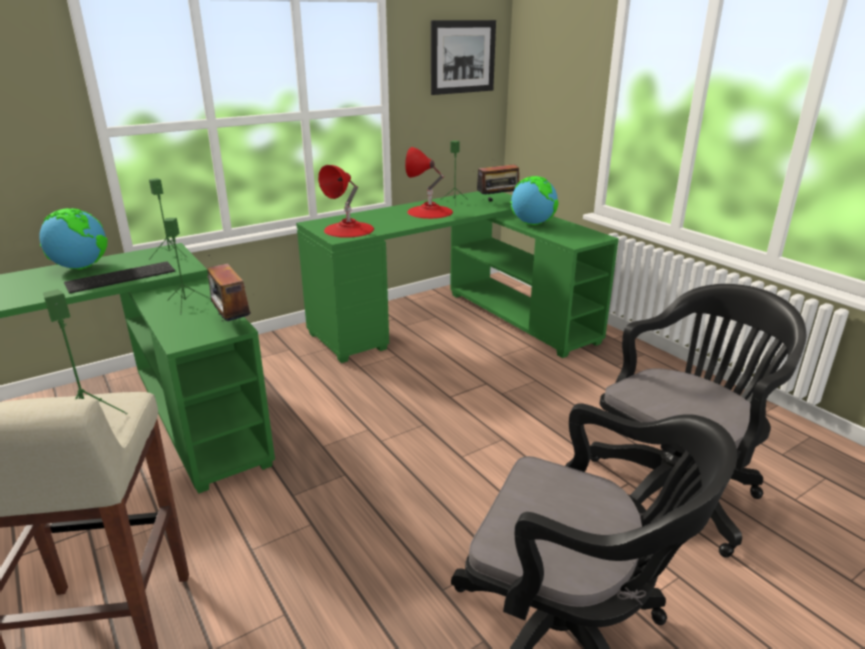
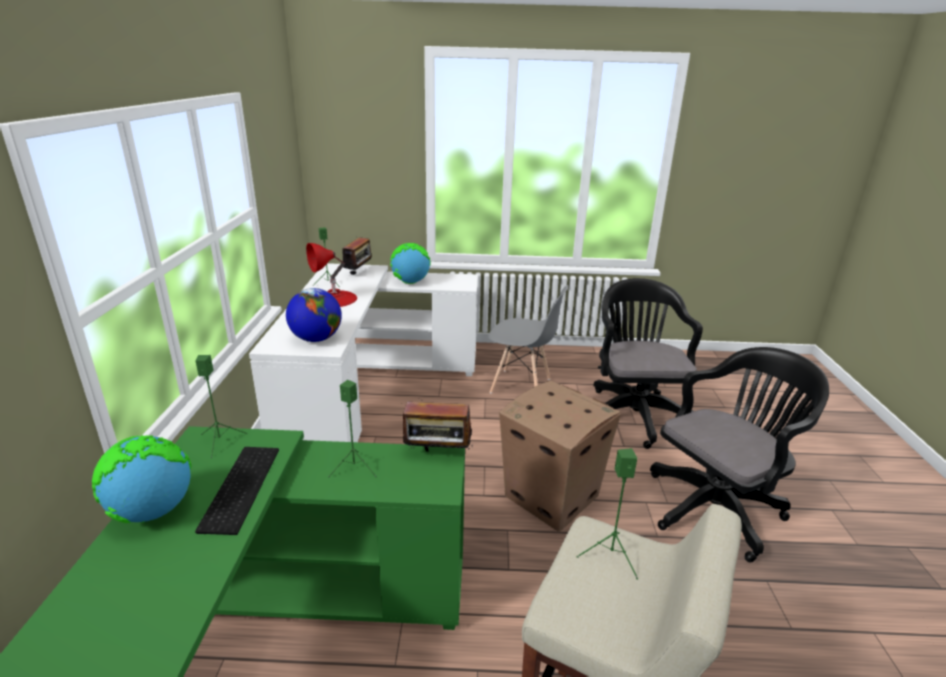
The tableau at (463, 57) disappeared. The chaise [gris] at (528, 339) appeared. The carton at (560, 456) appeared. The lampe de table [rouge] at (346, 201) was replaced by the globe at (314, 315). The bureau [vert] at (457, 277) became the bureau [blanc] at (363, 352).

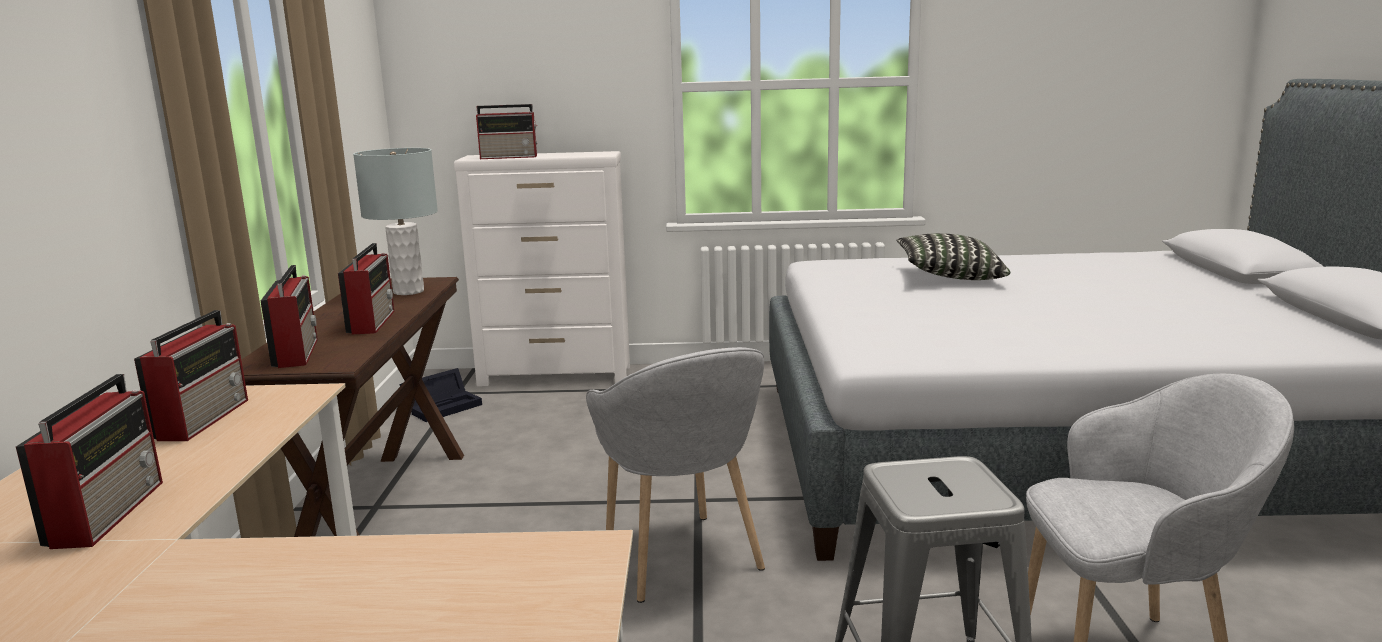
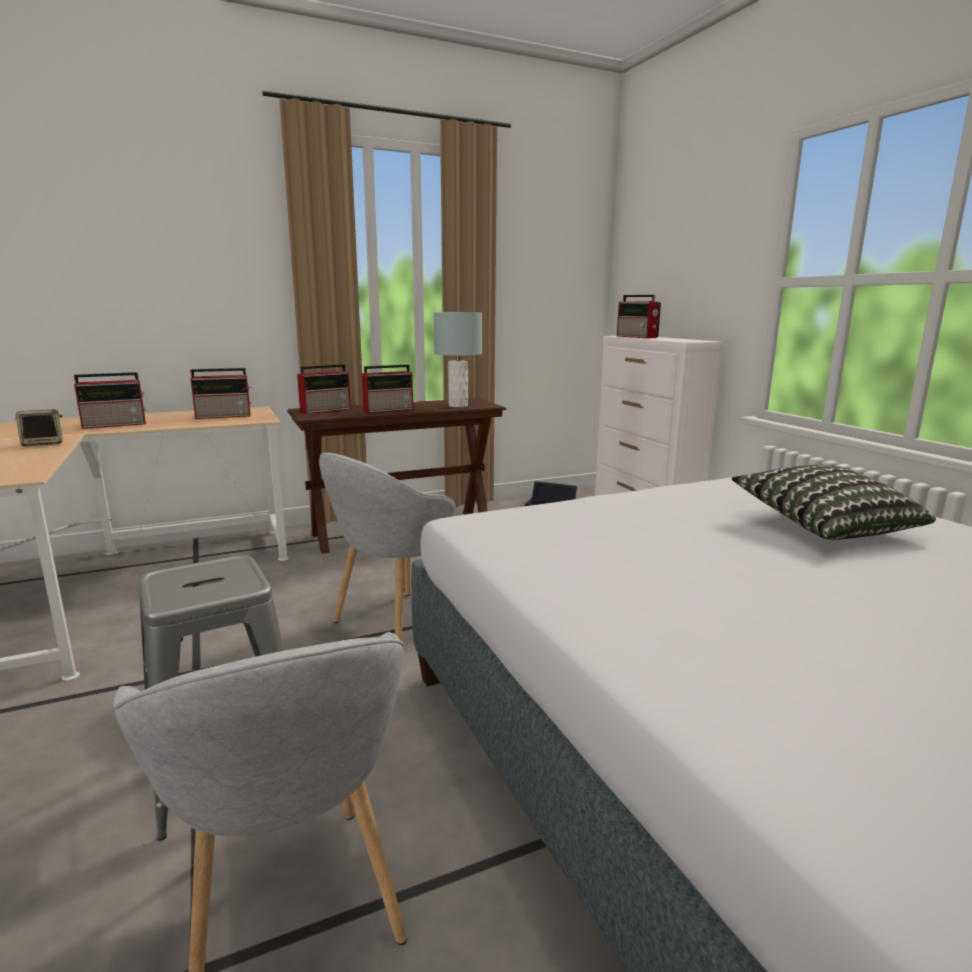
The enceinte at (39, 427) appeared.

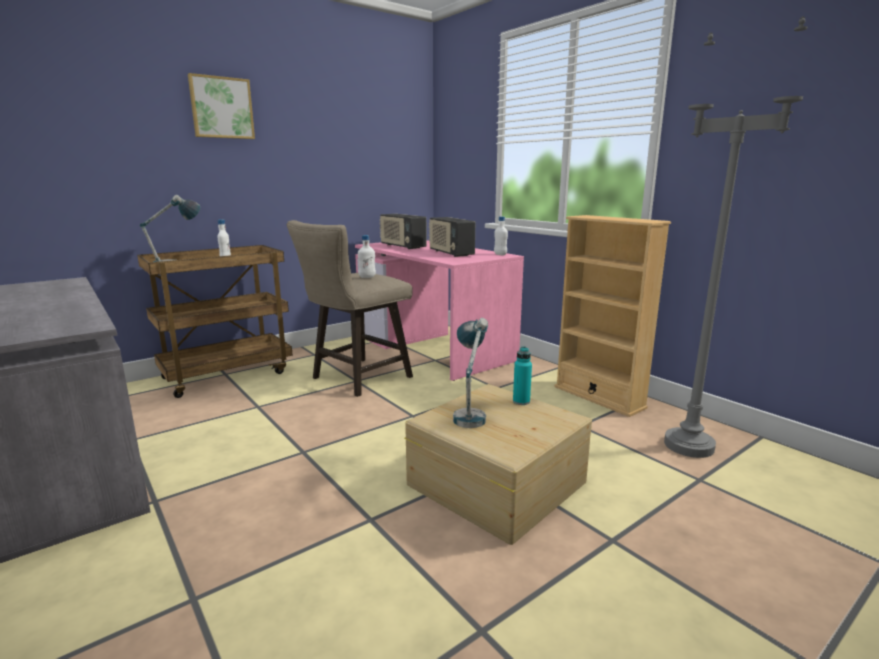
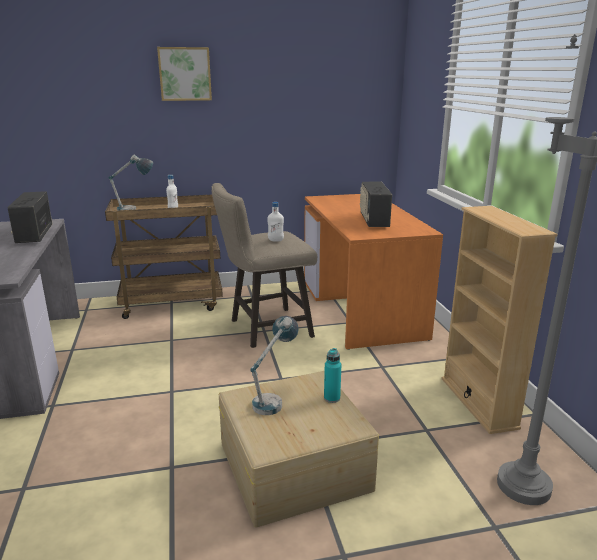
The bouteille [blanc] at (501, 235) disappeared. The radio moved from (403, 231) to (30, 217). The bureau [rose] at (439, 311) became the bureau [orange] at (373, 272).

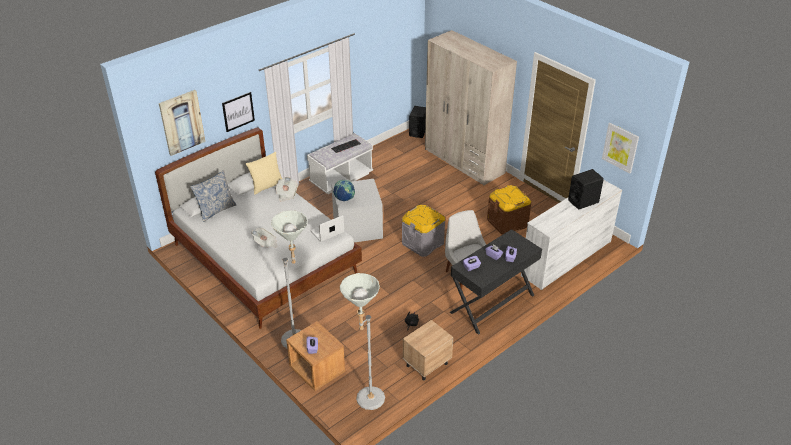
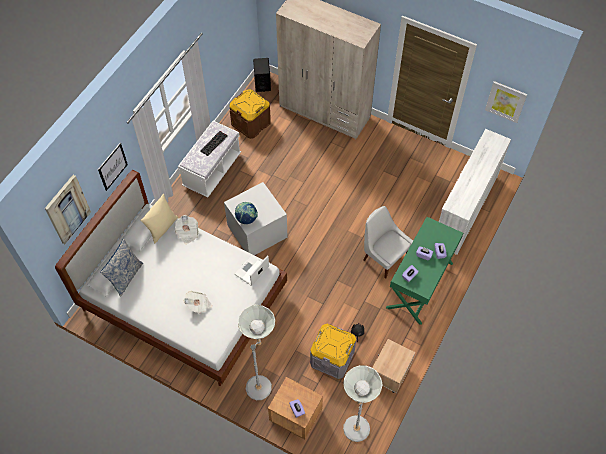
The enceinte [noir] at (586, 189) disappeared. The boîte de rangement [gris] moved from (423, 231) to (333, 351). The boîte de rangement [marron] moved from (509, 210) to (250, 114). The bureau [noir] at (496, 282) became the bureau [vert] at (424, 271).

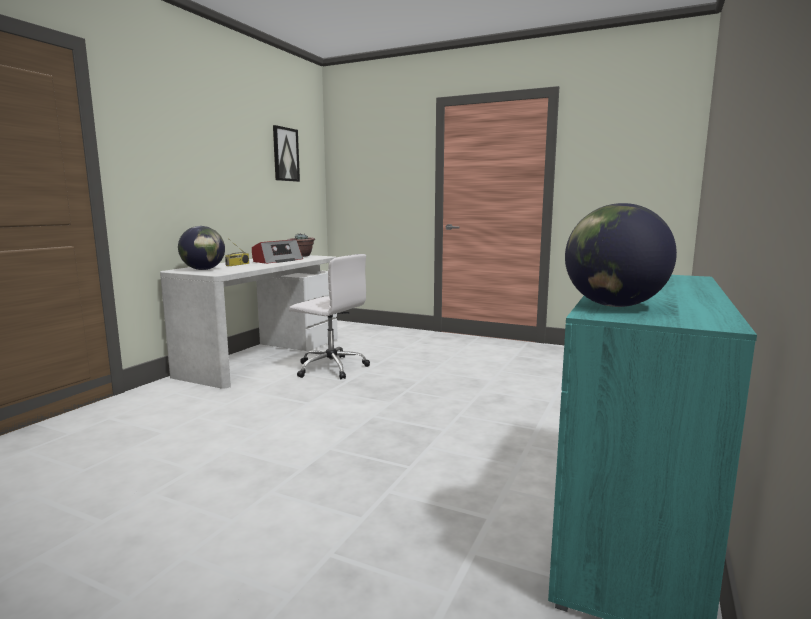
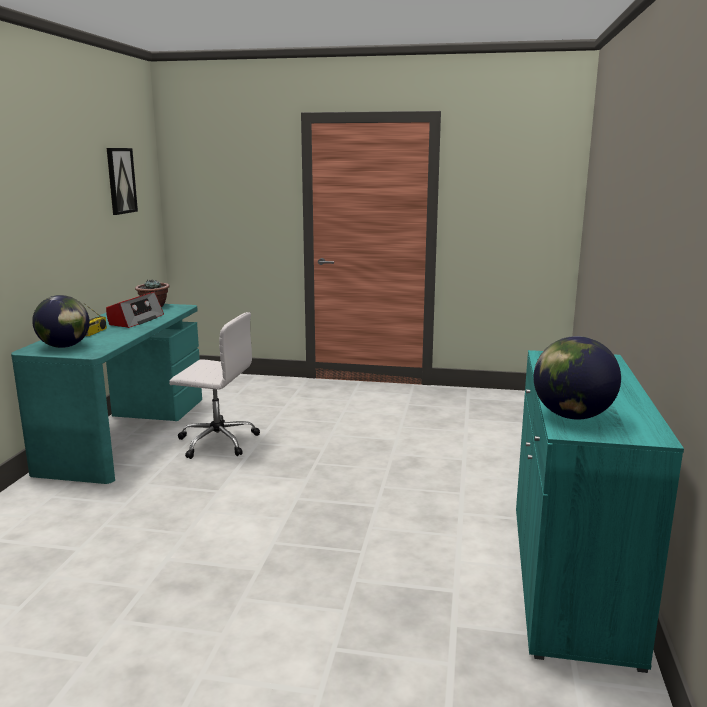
The bureau [blanc] at (249, 322) became the bureau [turquoise] at (106, 394).

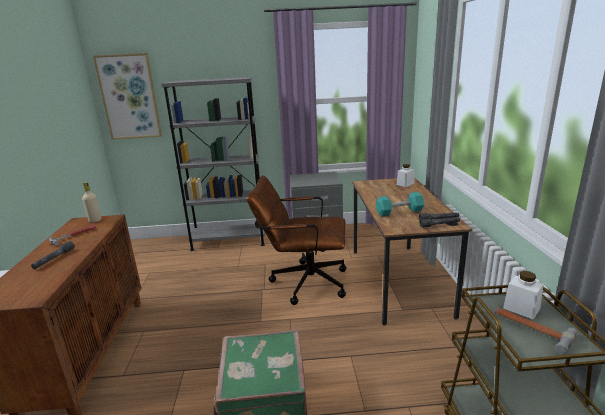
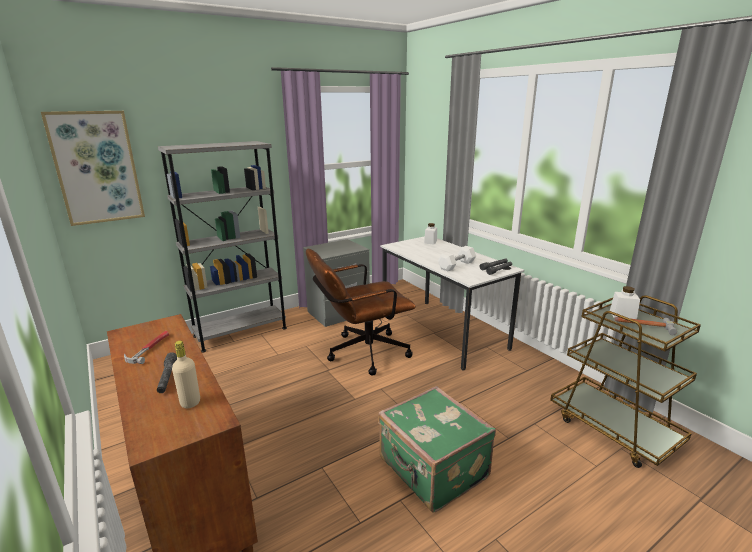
The bouteille [beige] moved from (91, 202) to (186, 374). The bureau [marron] at (412, 251) became the bureau [blanc] at (452, 303). The haltère [turquoise] at (400, 204) became the haltère [blanc] at (457, 258).

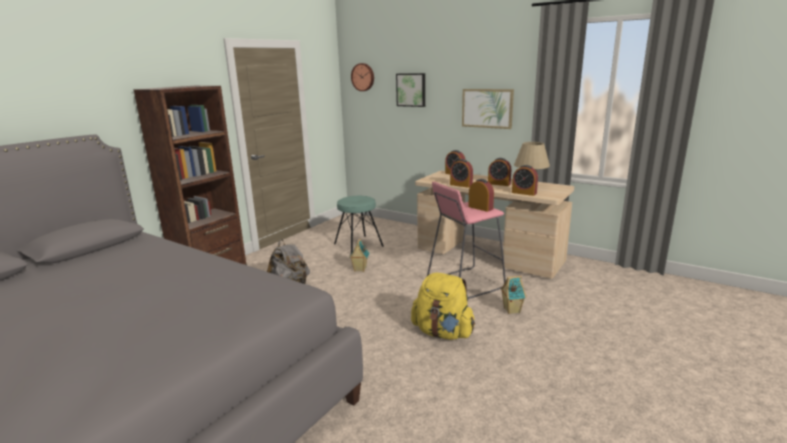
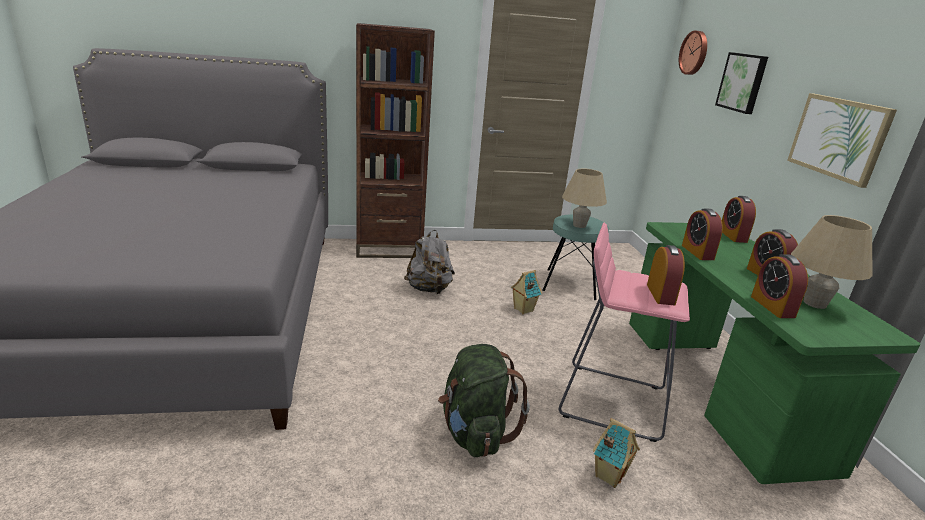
The lampe de table [beige] at (584, 198) appeared. The sac à dos [jaune] at (443, 306) became the sac à dos [vert] at (484, 400). The bureau [beige] at (494, 225) became the bureau [vert] at (775, 353).

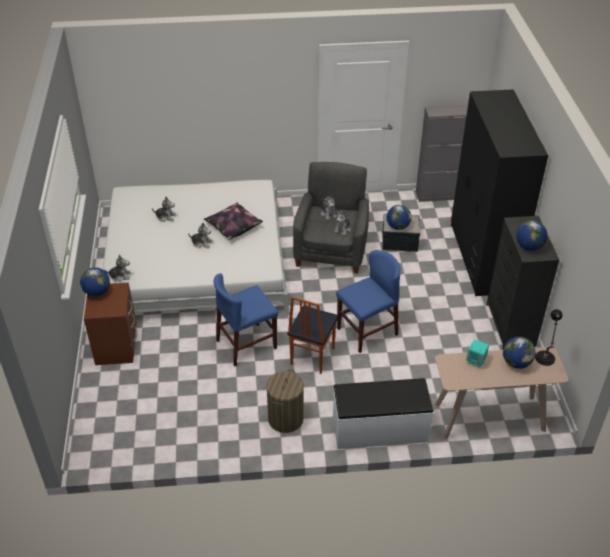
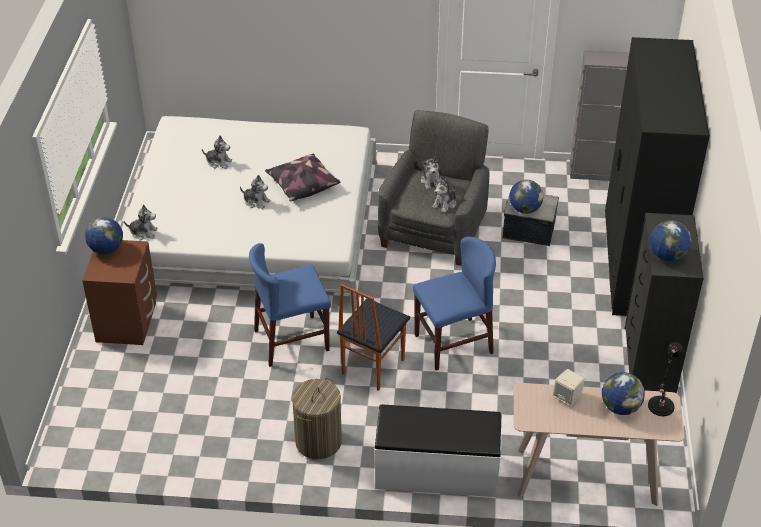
The enceinte [turquoise] at (477, 353) became the enceinte [beige] at (569, 388).

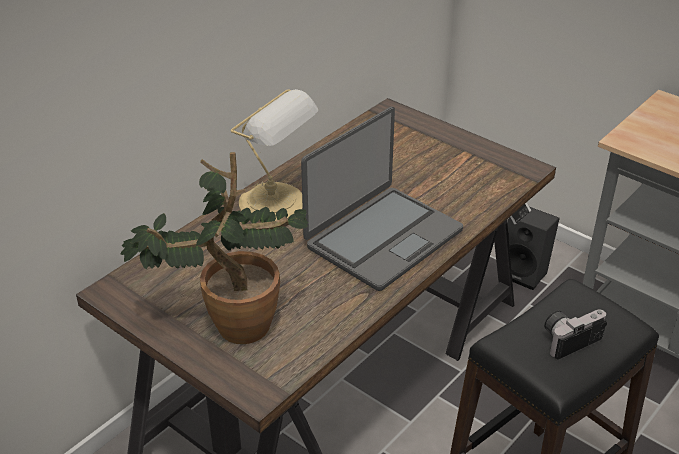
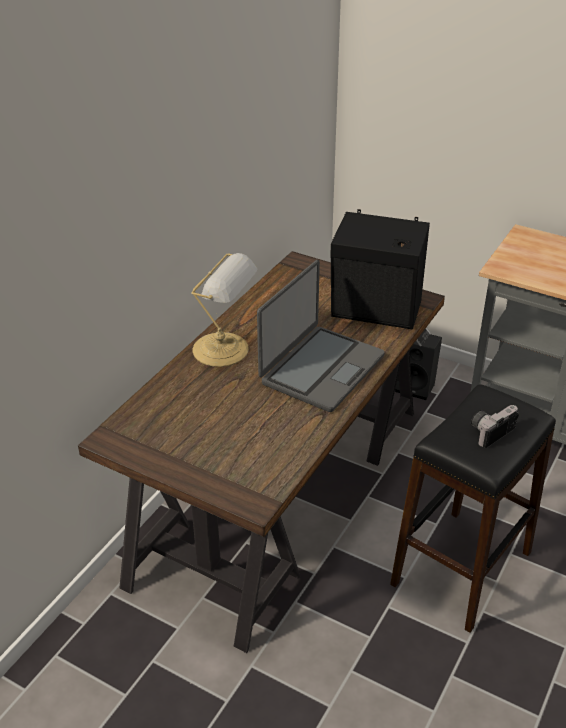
The plante en pot at (214, 248) disappeared. The enceinte [noir] at (380, 269) appeared.

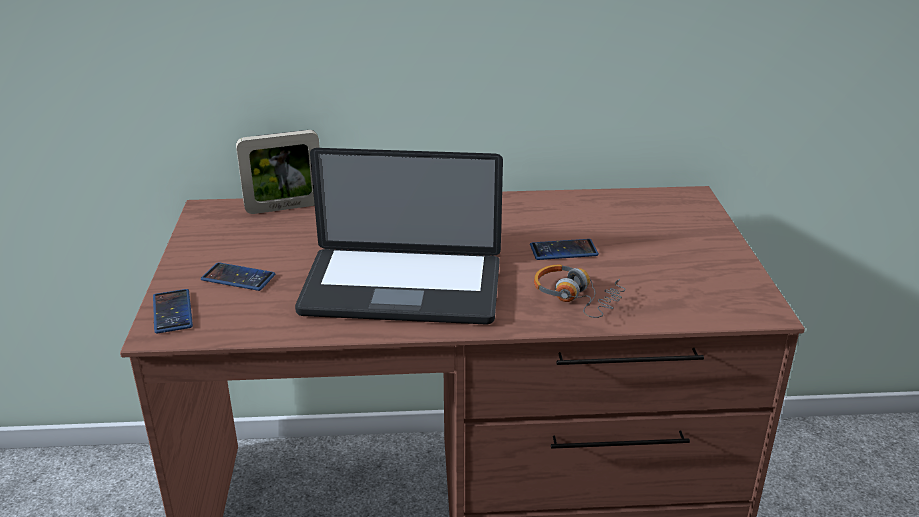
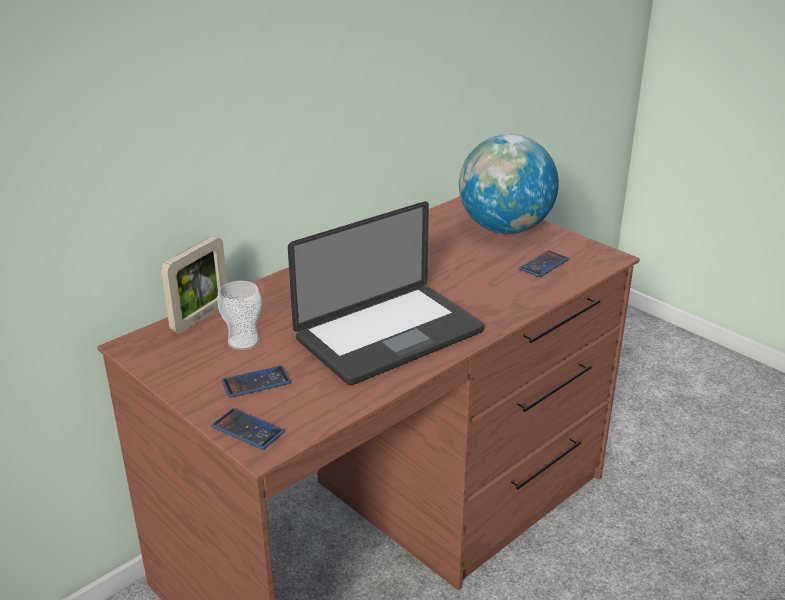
The casque audio at (579, 291) disappeared. The tasse at (239, 315) appeared. The globe at (509, 184) appeared. The téléphone moved from (564, 249) to (544, 263).

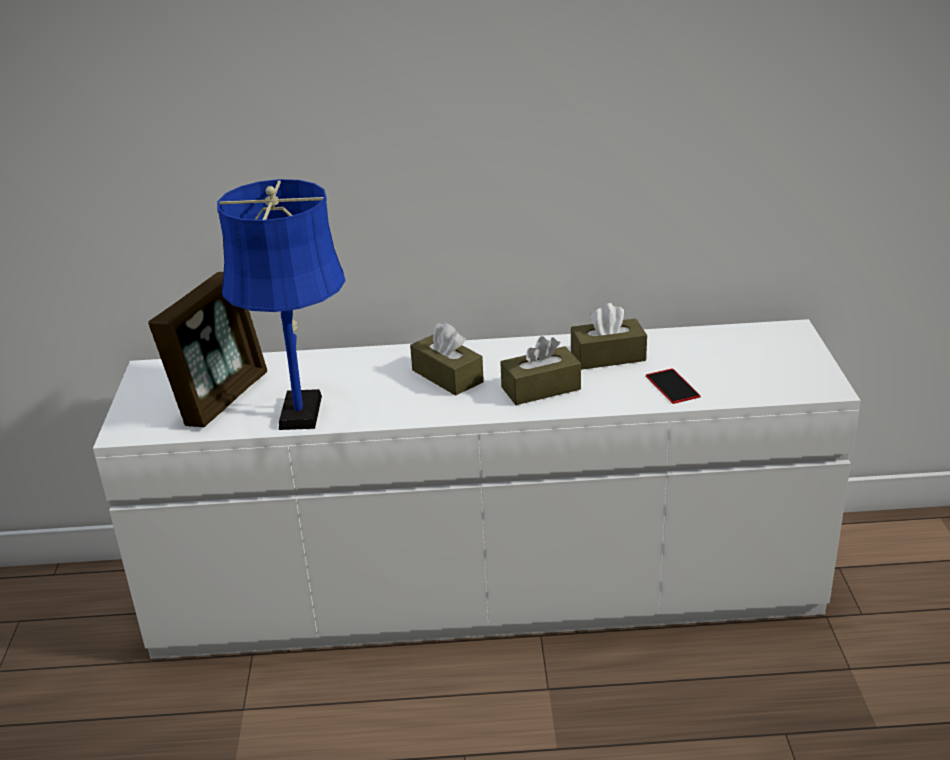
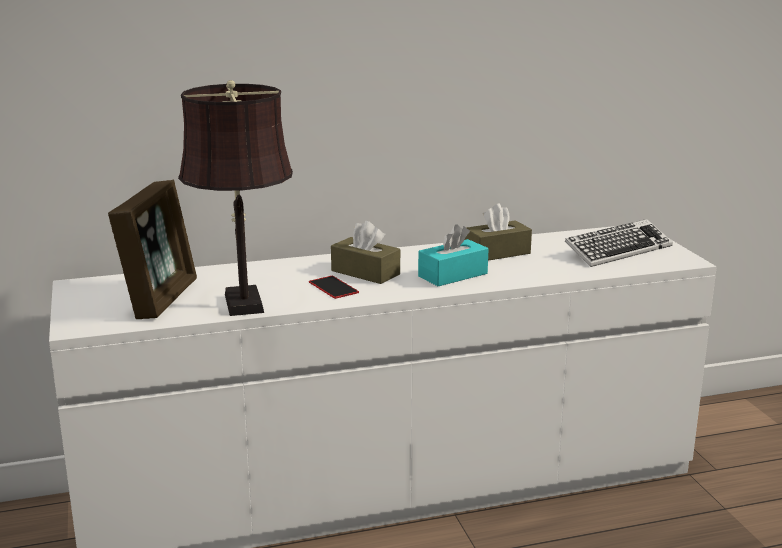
The clavier at (619, 243) appeared. The téléphone moved from (673, 386) to (334, 287). The lampe de table [bleu] at (281, 304) became the lampe de table [marron] at (235, 198). The boîte à mouchoirs [marron] at (540, 370) became the boîte à mouchoirs [turquoise] at (453, 255).

